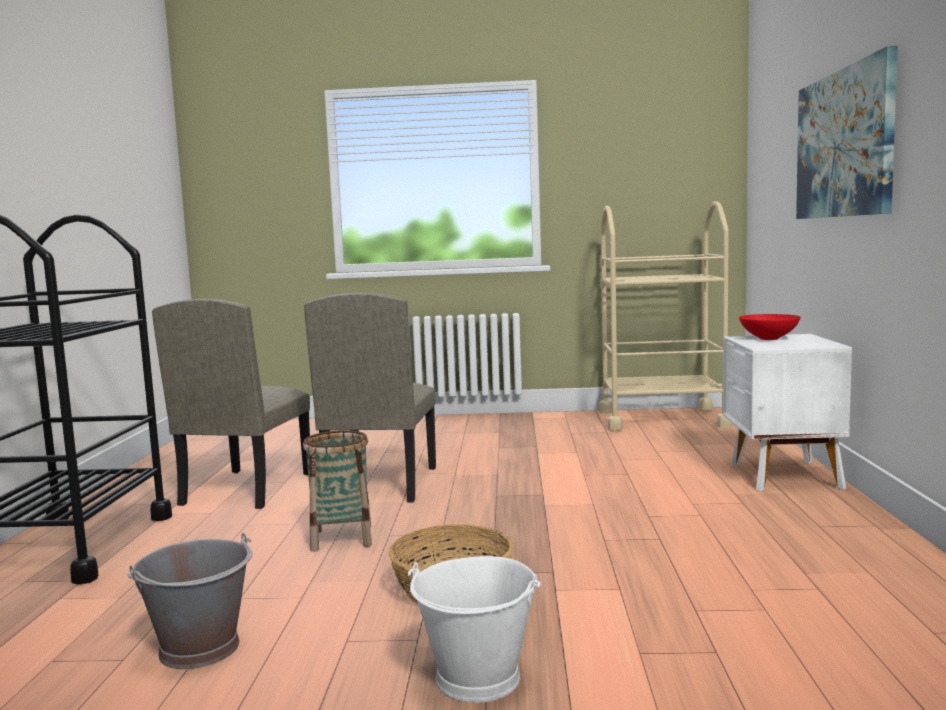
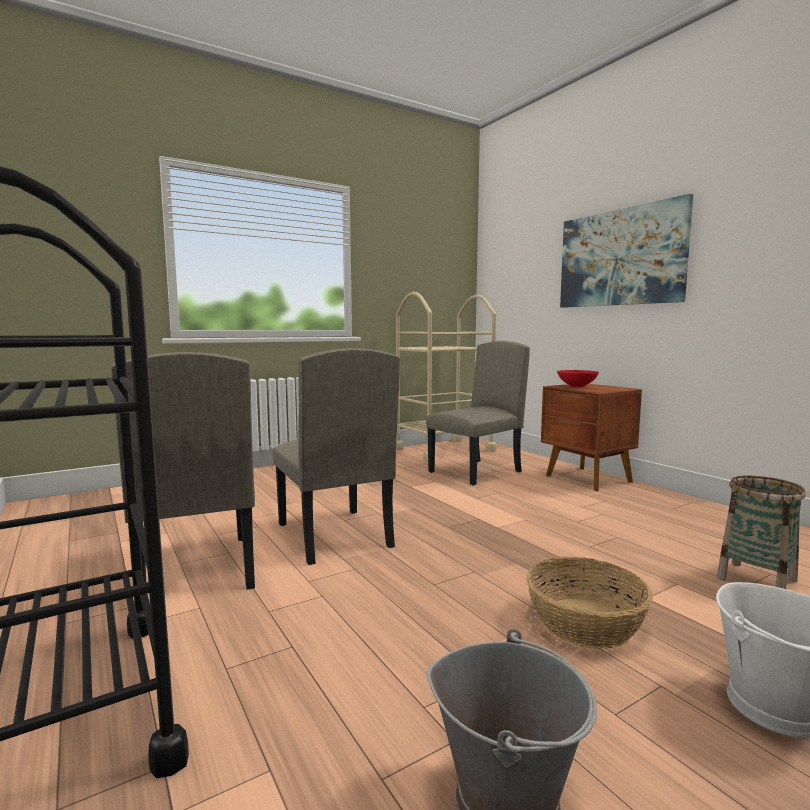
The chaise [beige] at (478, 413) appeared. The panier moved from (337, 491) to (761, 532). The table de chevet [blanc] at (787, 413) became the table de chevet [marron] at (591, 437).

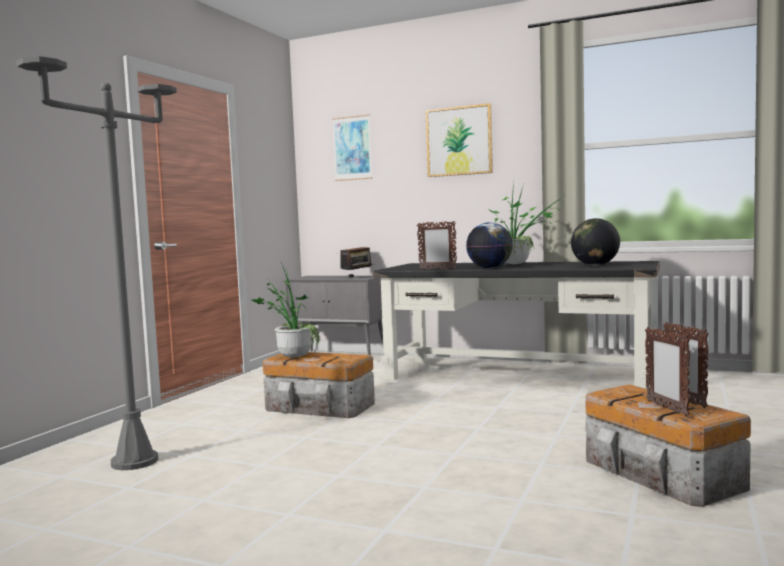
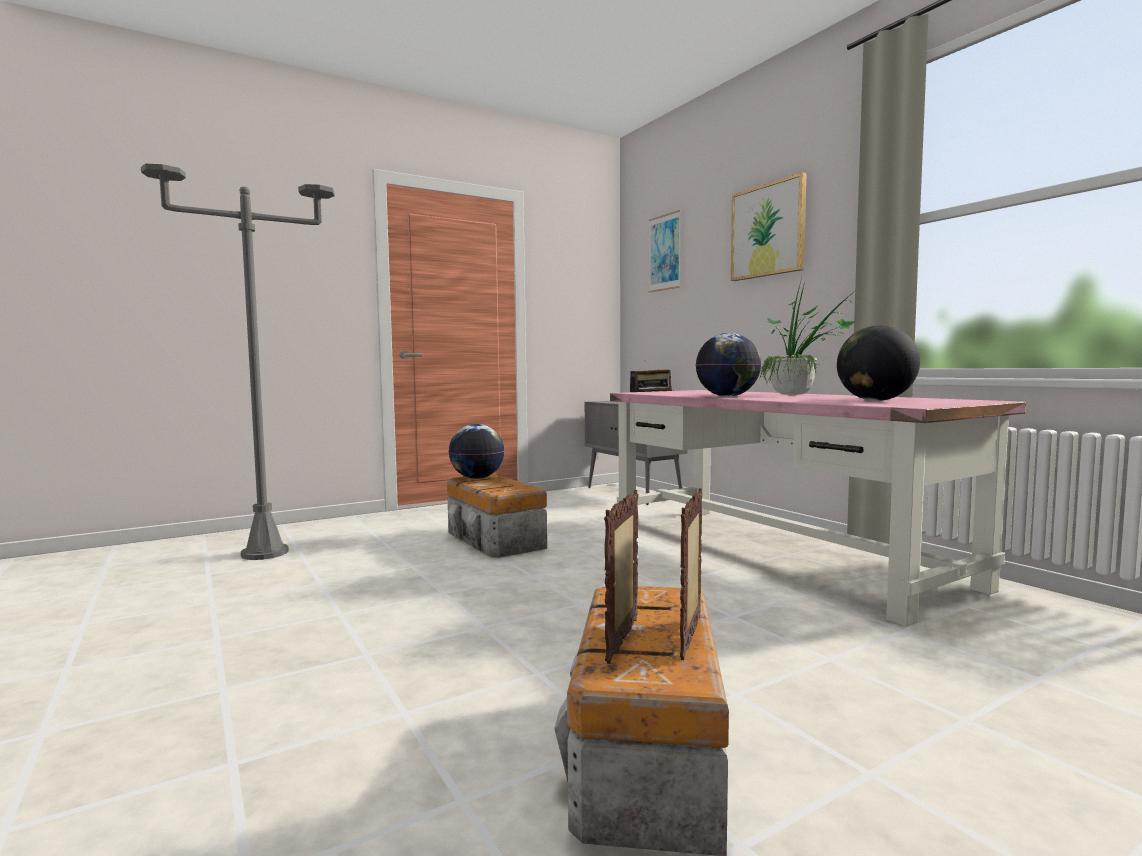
The cadre photo at (437, 245) disappeared. The plante en pot at (286, 310) was replaced by the globe at (477, 451). The bureau [noir] at (516, 325) became the bureau [rose] at (818, 508).

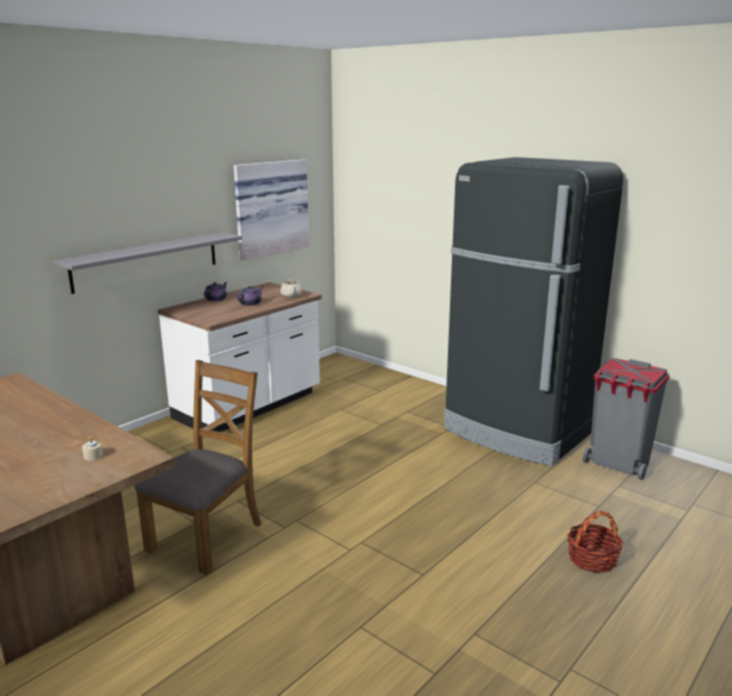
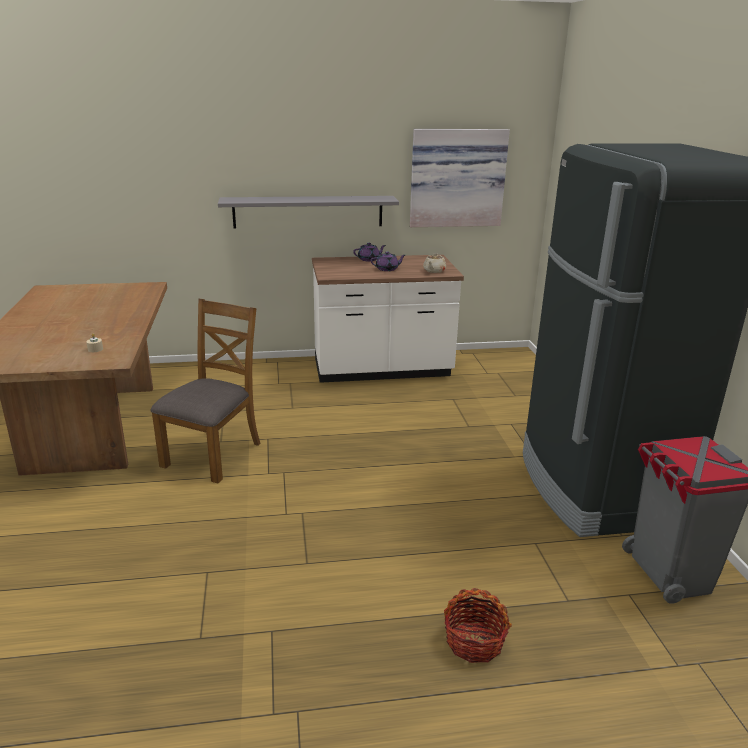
The chaise [marron] at (198, 467) turned 45 degrees counterclockwise.

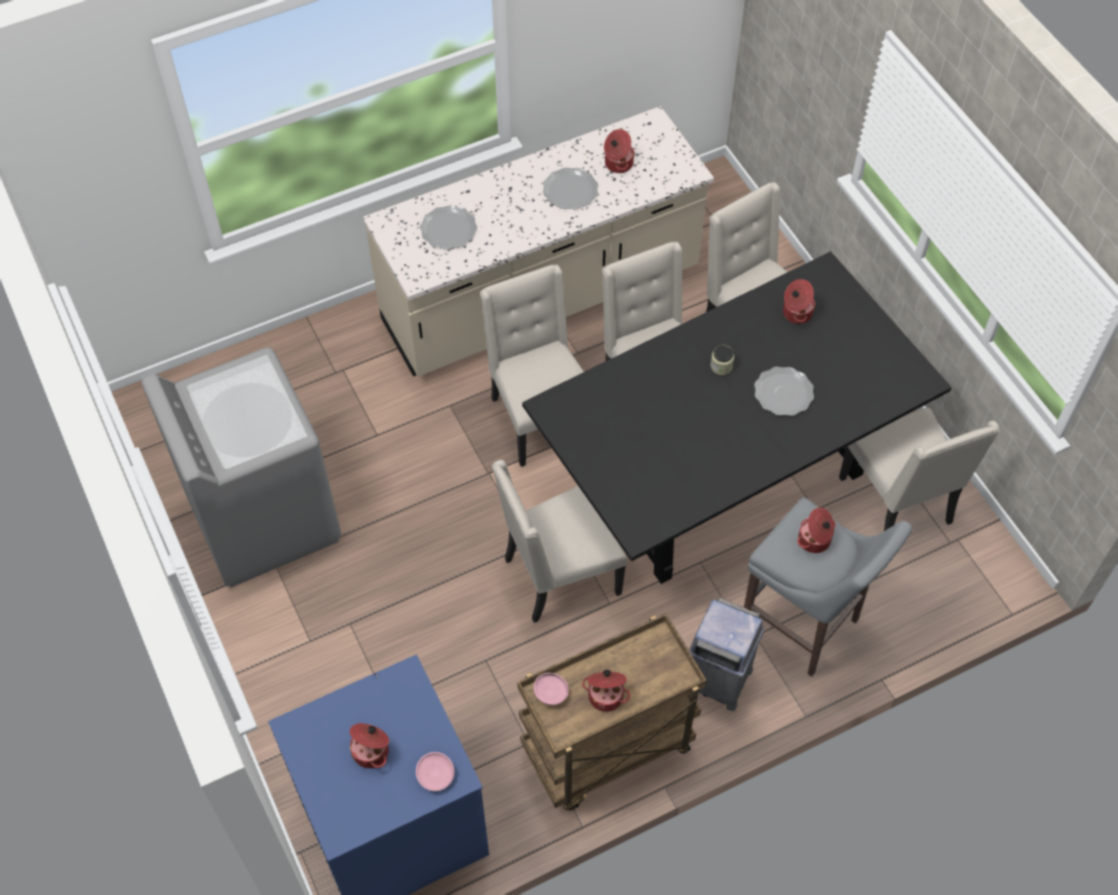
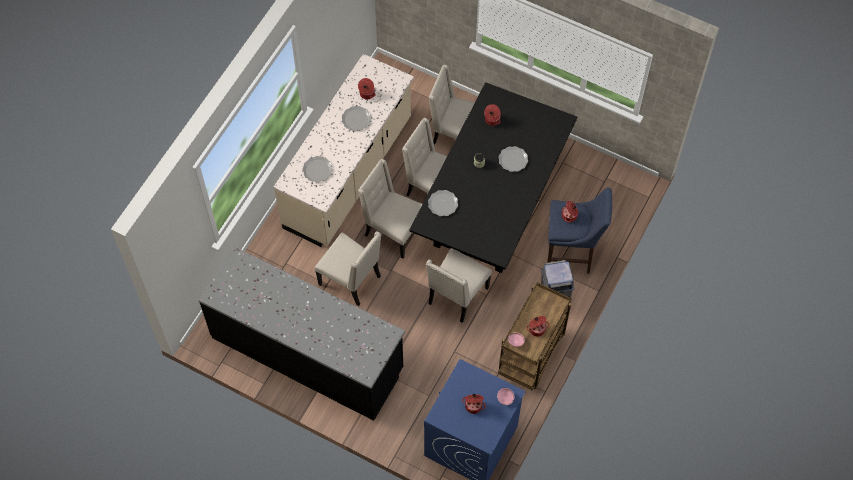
The assiette at (443, 203) appeared. The chaise [beige] moved from (919, 469) to (348, 268). The lave-linge [gris] at (241, 467) was replaced by the comptoir de cuisine [noir] at (301, 334). The tabouret [gris] at (828, 587) became the tabouret [bleu] at (579, 231).

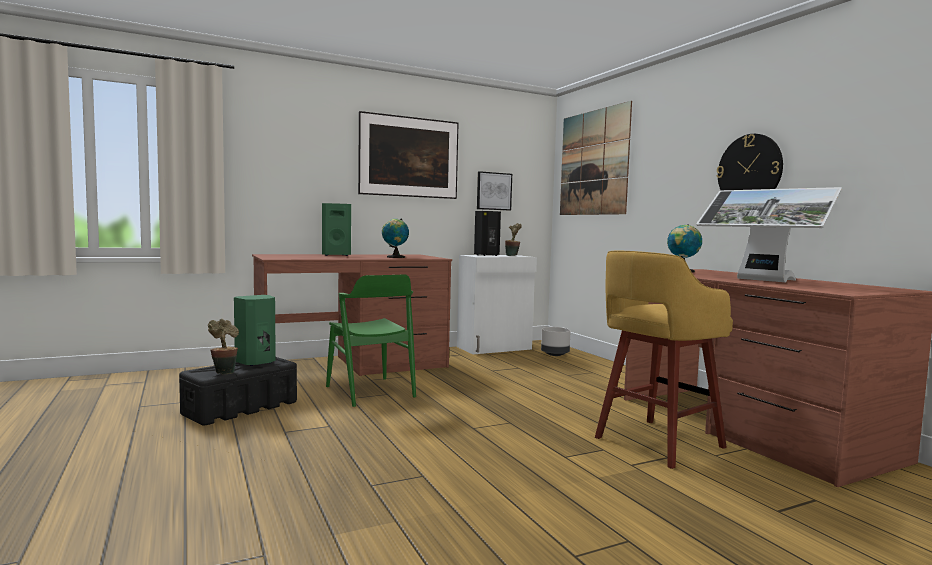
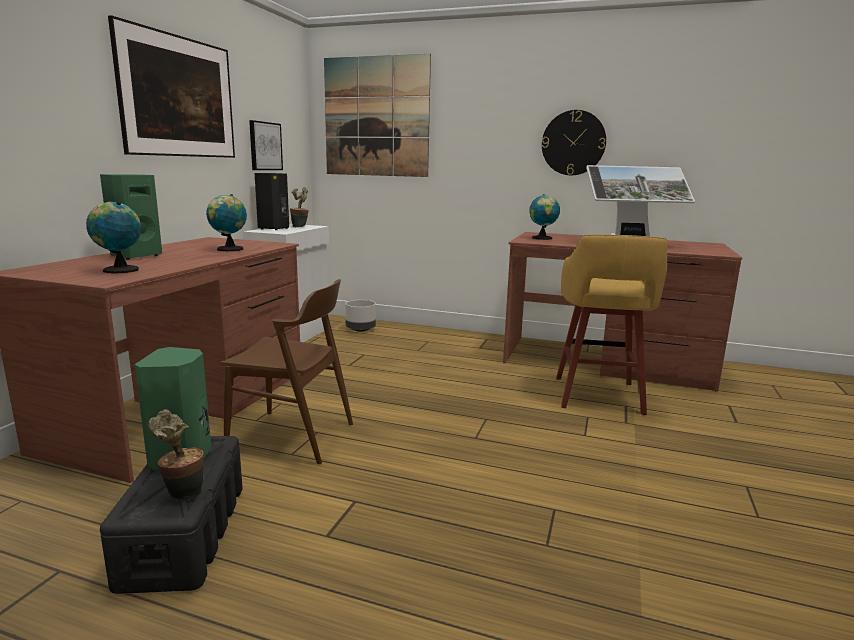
The globe at (113, 237) appeared. The chaise [vert] at (371, 340) became the chaise [marron] at (286, 371).

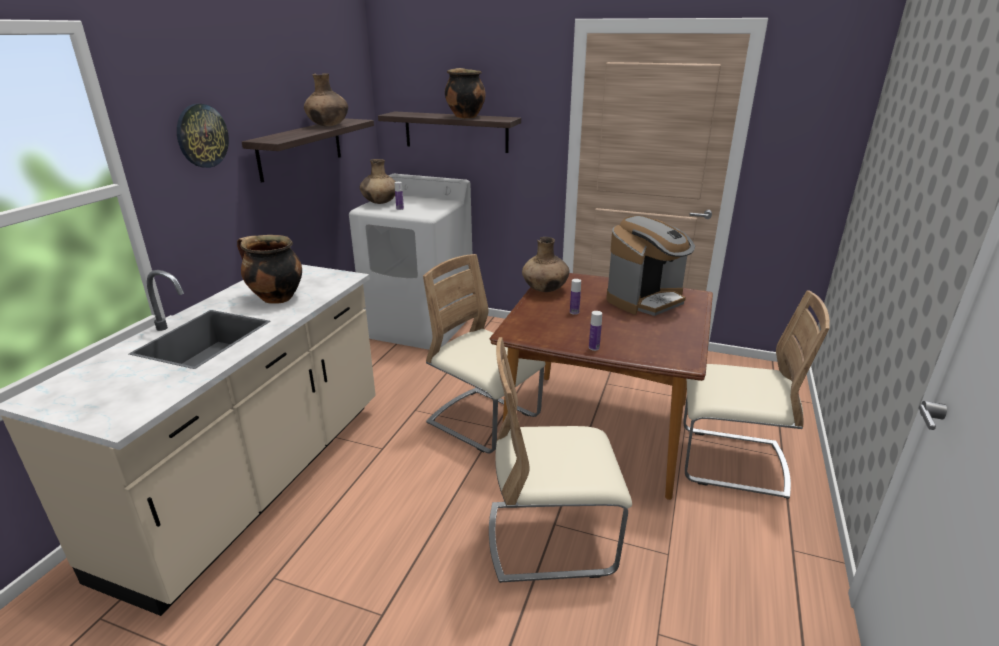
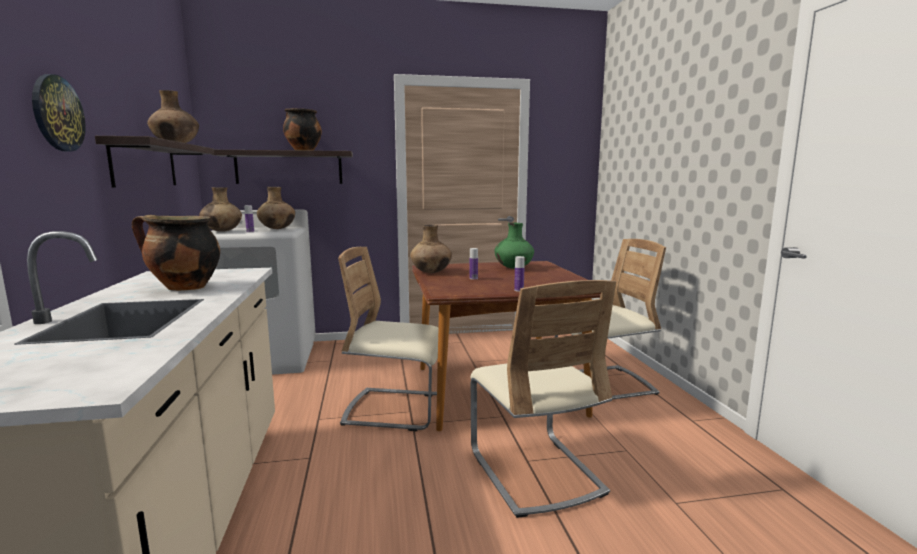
The vase [marron] at (276, 208) appeared. The machine à café at (650, 266) was replaced by the vase [vert] at (514, 245). The chaise [beige] at (560, 460) turned 75 degrees counterclockwise.

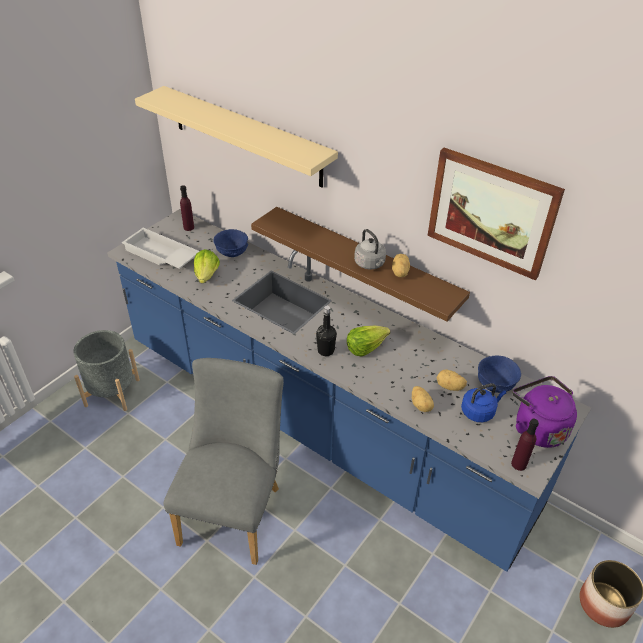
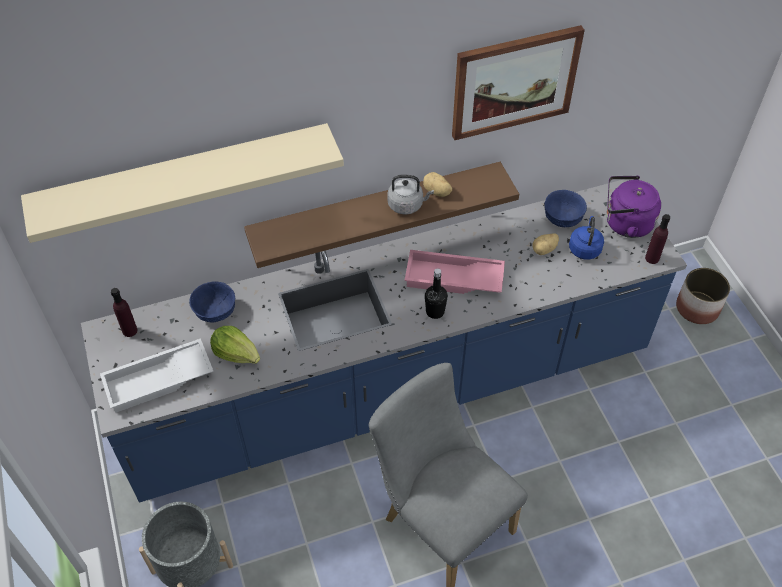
The pomme de terre at (423, 399) disappeared. The laitue at (368, 341) was replaced by the plateau [rose] at (455, 272).

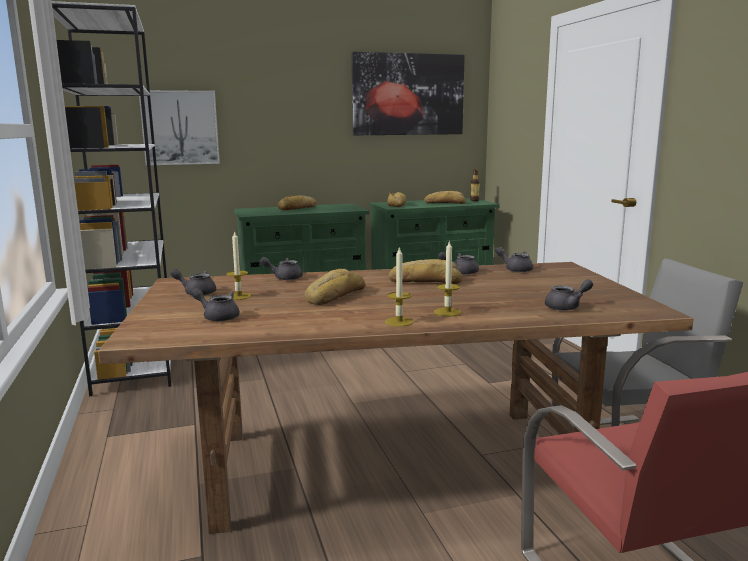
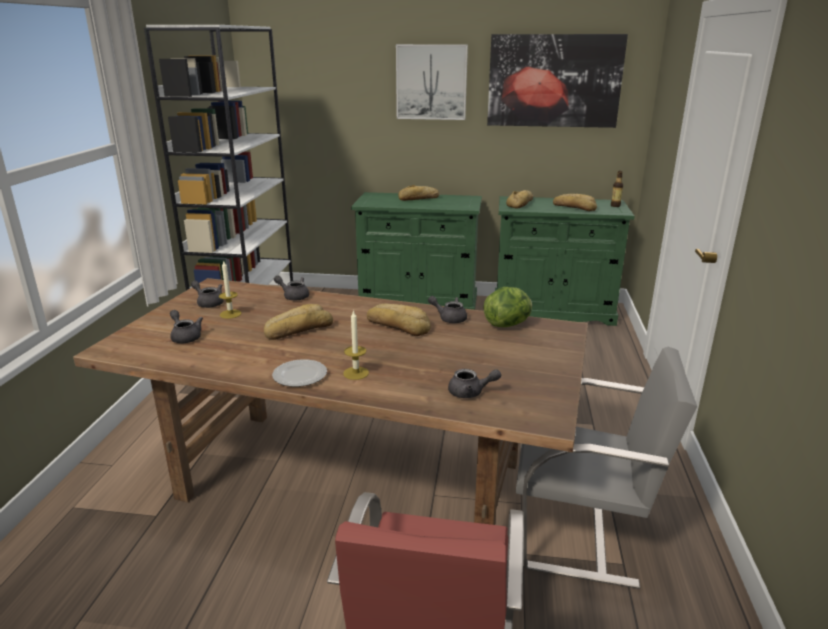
The tableau moved from (179, 127) to (432, 82). The bougie at (399, 286) was replaced by the assiette at (299, 373). The théière [gris] at (514, 259) was replaced by the laitue at (508, 307).

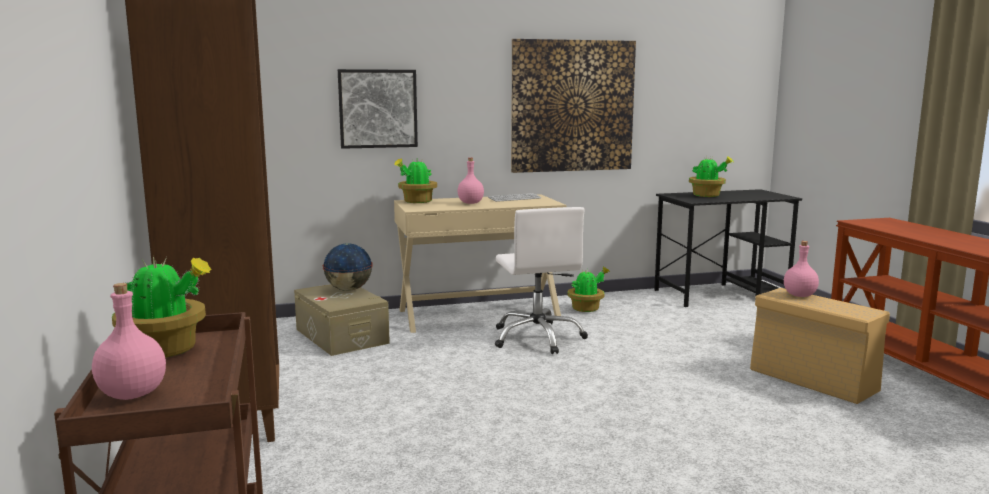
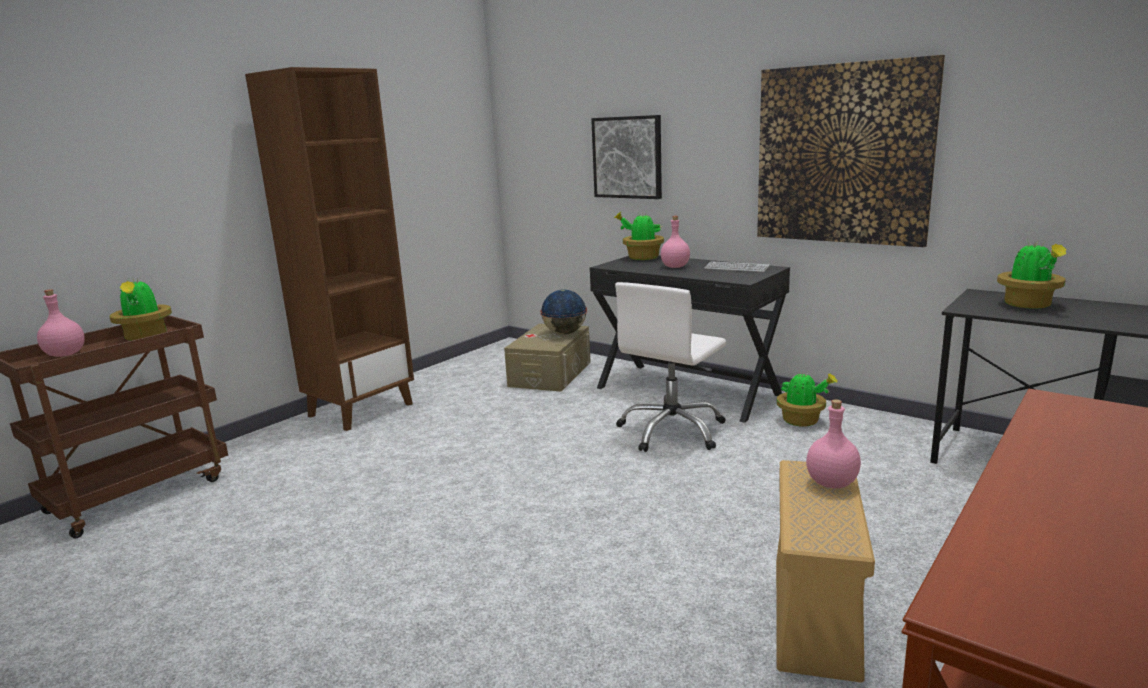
The bureau [beige] at (480, 263) became the bureau [noir] at (690, 339).

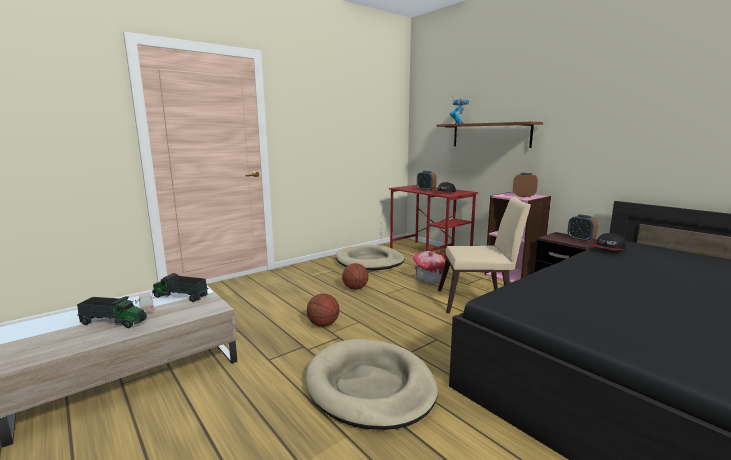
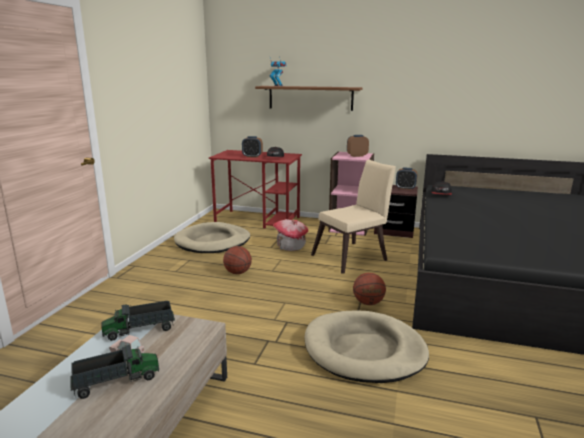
The ballon de basket moved from (323, 310) to (369, 289).

